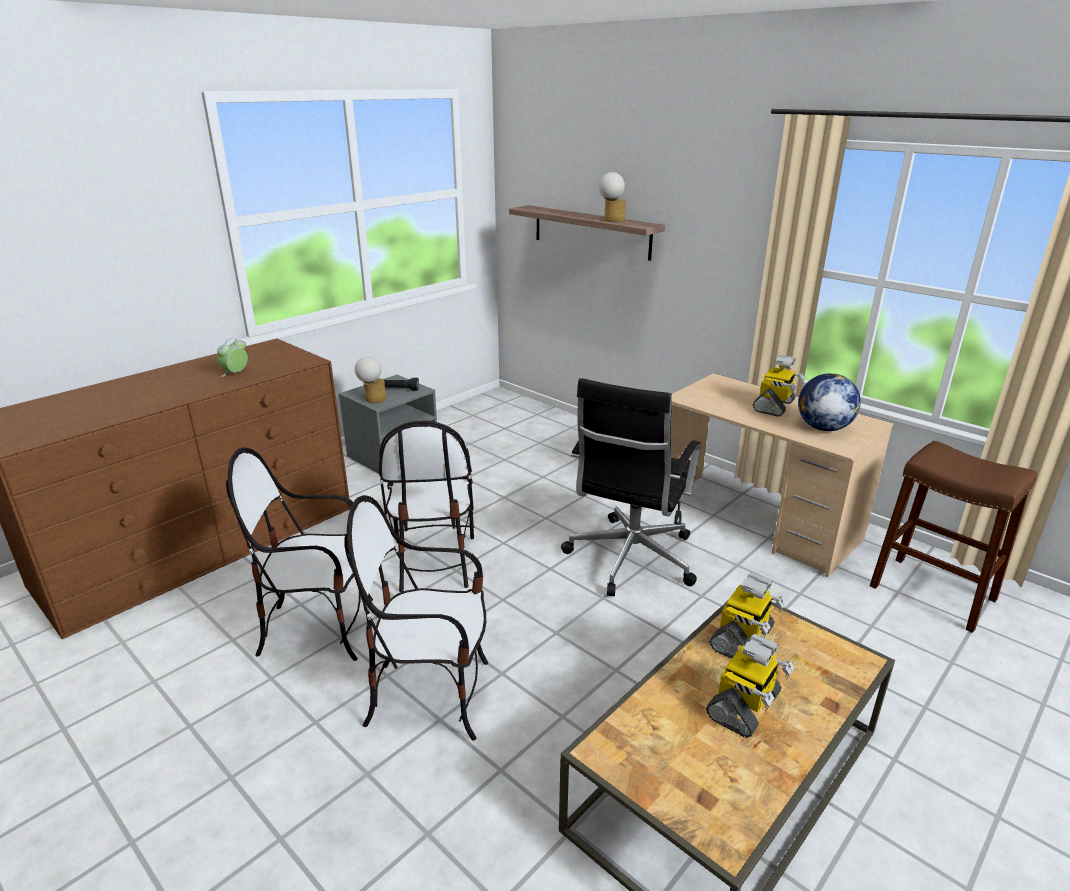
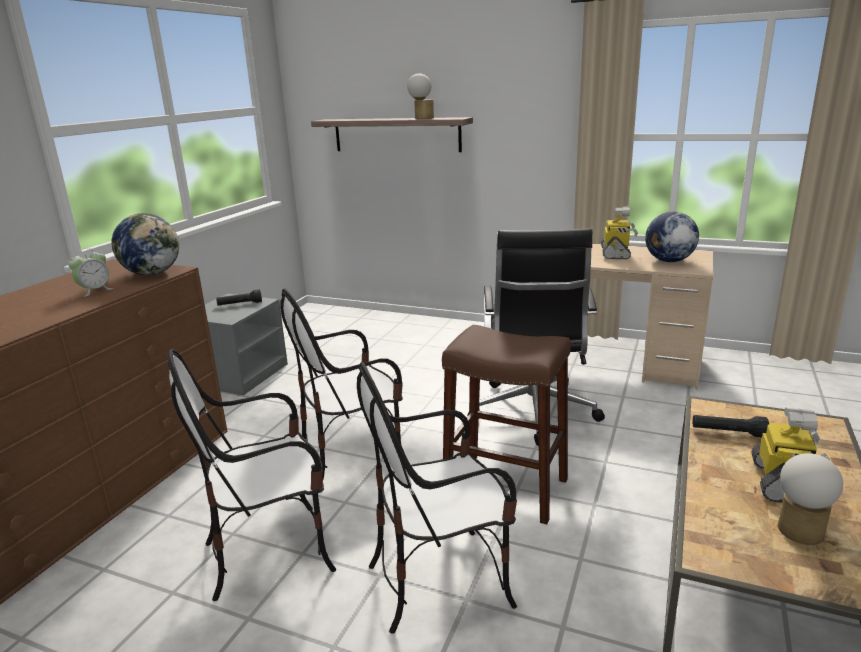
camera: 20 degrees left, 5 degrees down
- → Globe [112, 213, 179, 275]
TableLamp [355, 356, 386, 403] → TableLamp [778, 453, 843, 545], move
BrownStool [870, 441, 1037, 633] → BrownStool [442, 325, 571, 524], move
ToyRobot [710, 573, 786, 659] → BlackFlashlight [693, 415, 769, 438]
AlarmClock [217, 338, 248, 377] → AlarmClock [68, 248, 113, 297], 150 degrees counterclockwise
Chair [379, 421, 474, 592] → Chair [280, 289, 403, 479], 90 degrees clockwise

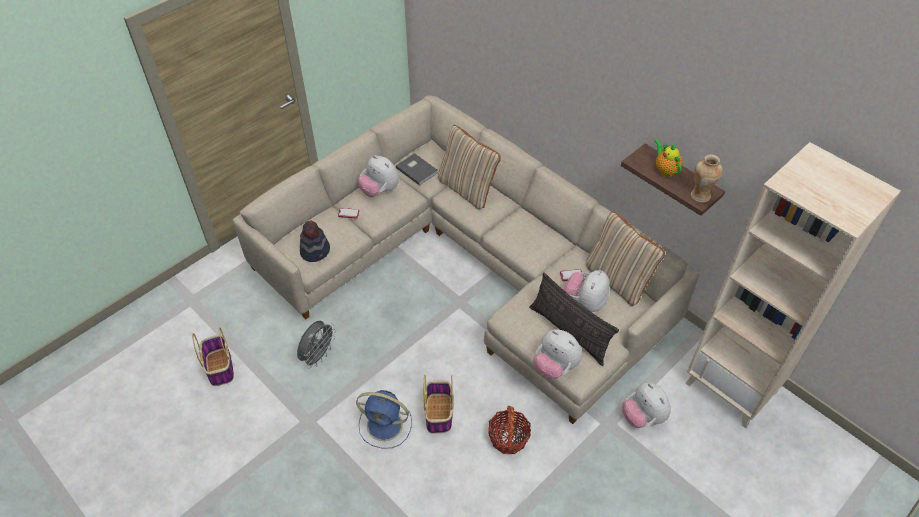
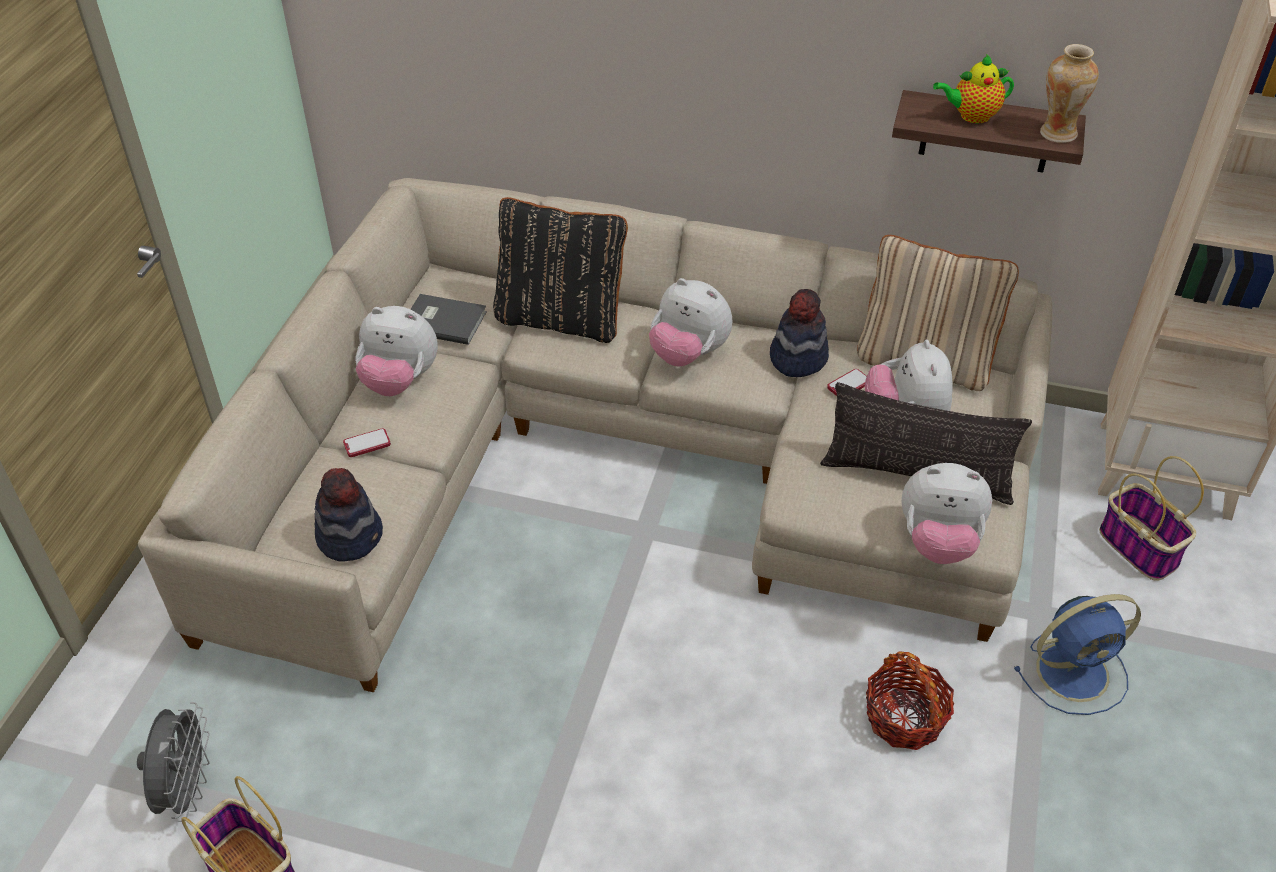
camera: 30 degrees left, 5 degrees down
- → Hat [770, 289, 829, 377]
GreyFan [297, 321, 336, 369] → GreyFan [137, 702, 210, 822], move
BlueFan [356, 390, 412, 449] → BlueFan [1014, 594, 1141, 715], move
Basket [424, 375, 453, 434] → Basket [1099, 456, 1204, 581], move
PlushToy [622, 382, 671, 428] → PlushToy [649, 278, 732, 366], move
BeigePillow [438, 125, 501, 209] → BlackPillow [493, 197, 628, 343]
Teapot [654, 139, 682, 177] → Teapot [933, 54, 1014, 123], 45 degrees counterclockwise

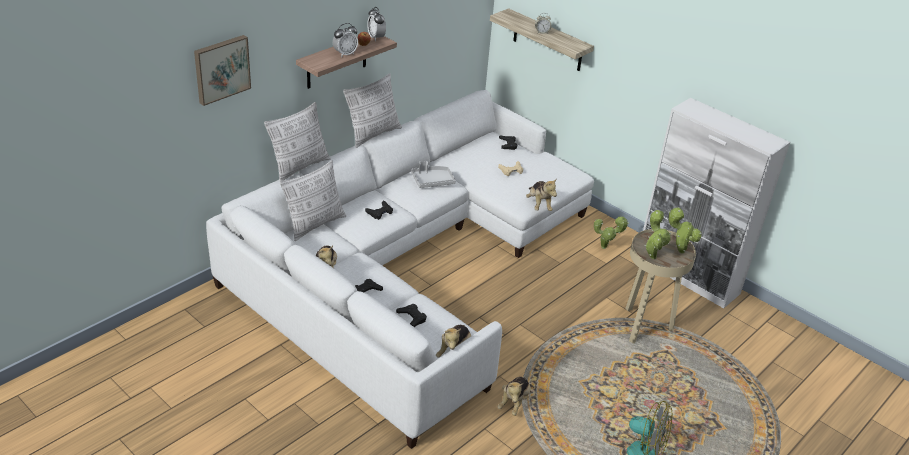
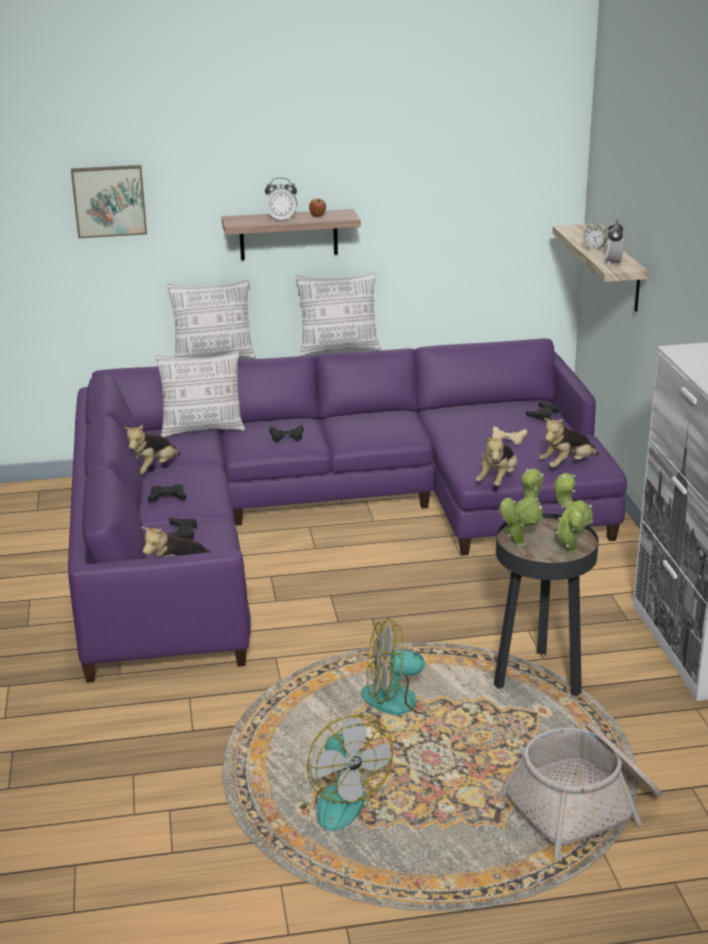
camera: 40 degrees right, 10 degrees down
GreyTray [411, 161, 456, 188] → -
PottedPlant [594, 216, 629, 249] → -
- → Fan [361, 618, 445, 715]
- → Basket [497, 722, 662, 859]
AlarmClock [367, 7, 386, 41] → AlarmClock [605, 219, 625, 266], move
PlushToy [498, 377, 531, 416] → PlushToy [539, 418, 599, 468], move
WhiteSofa [206, 90, 594, 449] → PurpleSofa [68, 338, 627, 683]
BeigeSideTable [625, 229, 696, 343] → BlackSideTable [494, 513, 599, 696]

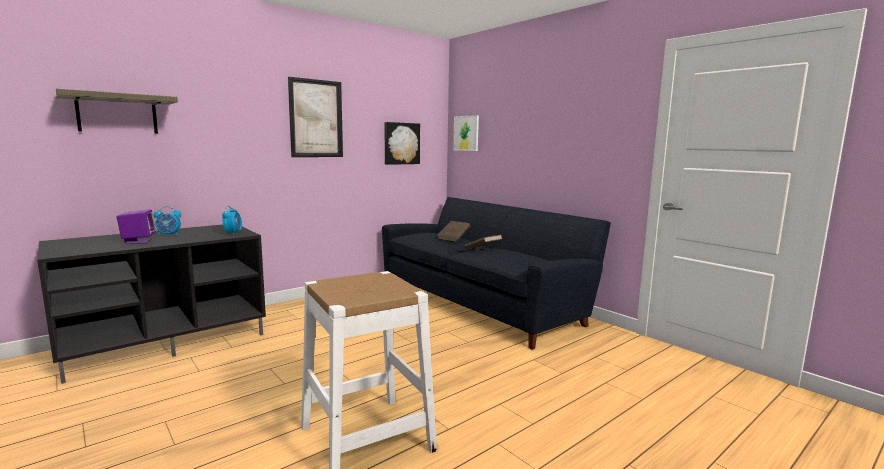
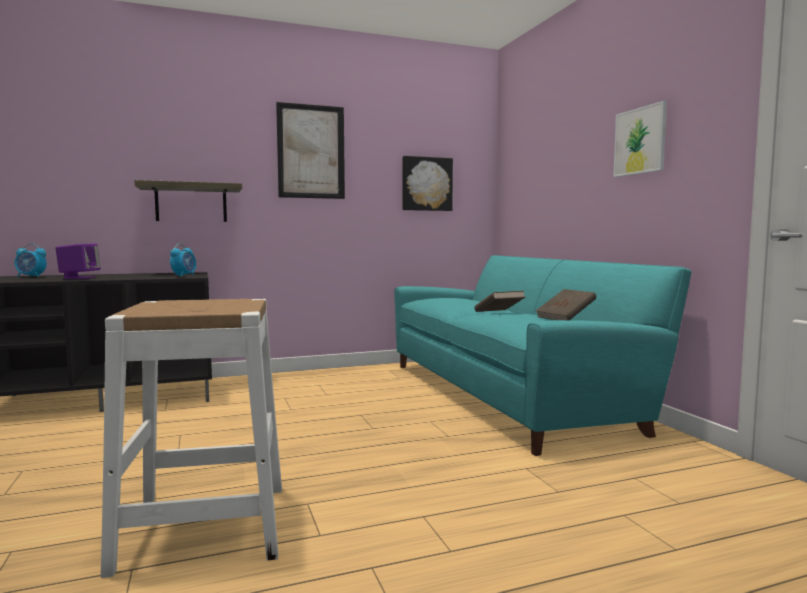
camera: 20 degrees right, 5 degrees down
Shelf [55, 89, 178, 133] → Shelf [134, 180, 242, 222], move
AlarmClock [154, 206, 181, 236] → AlarmClock [15, 243, 47, 277], move
BrownBook [438, 221, 470, 242] → BrownBook [536, 289, 596, 320], move
Picture [453, 115, 479, 151] → Picture [613, 101, 667, 177], move
BlackSofa [382, 197, 611, 350] → TurquoiseSofa [394, 255, 692, 456]

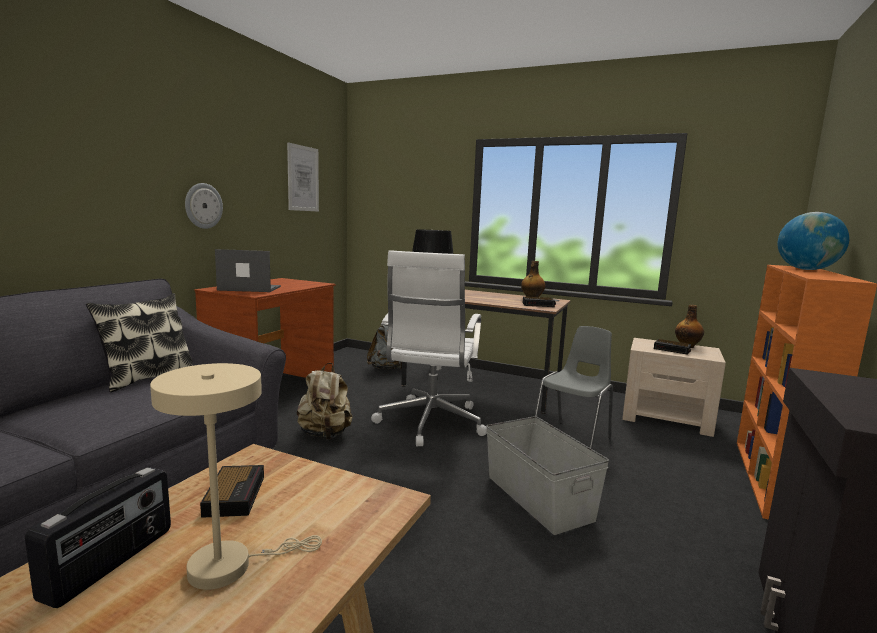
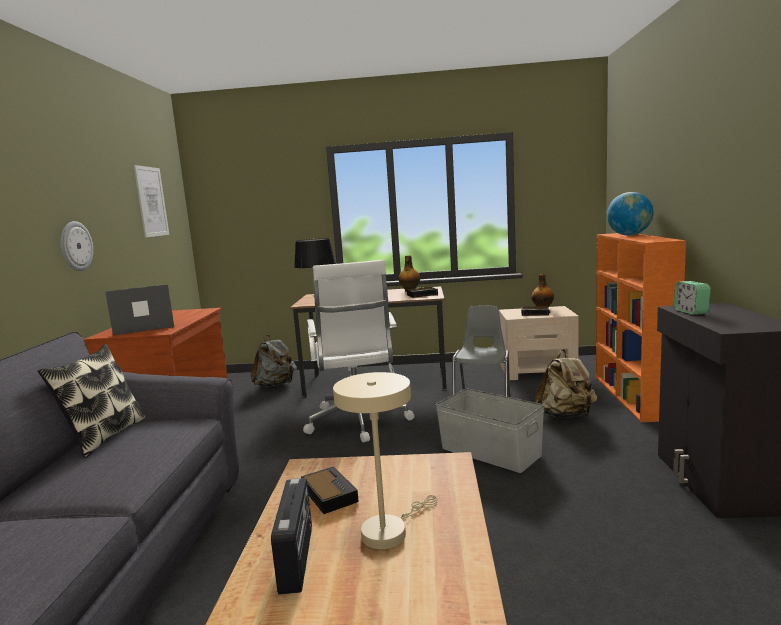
camera: 20 degrees left, 0 degrees up
- → AlarmClock [674, 281, 711, 315]
BeigeBackpack [297, 363, 353, 440] → BeigeBackpack [535, 350, 597, 418], move

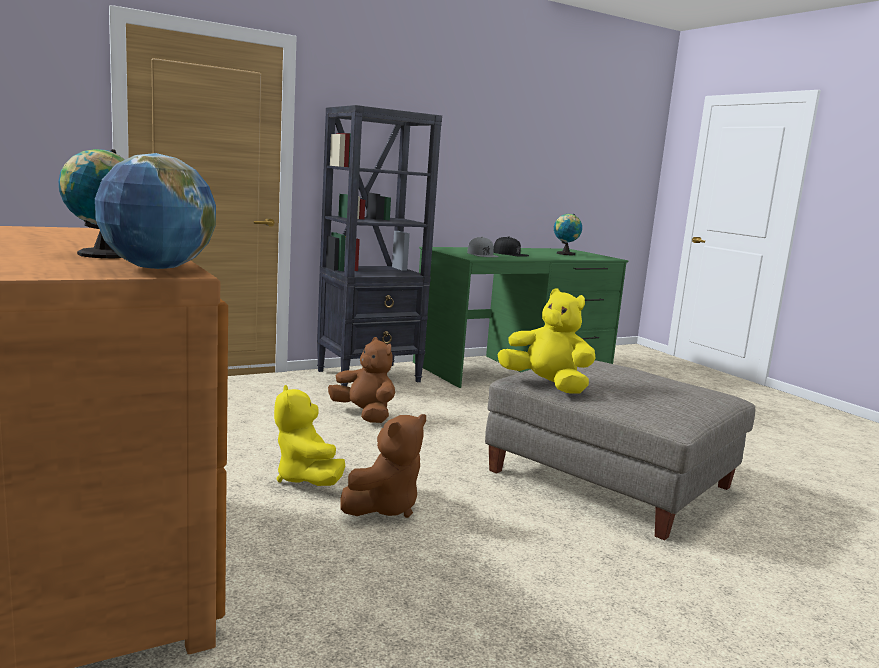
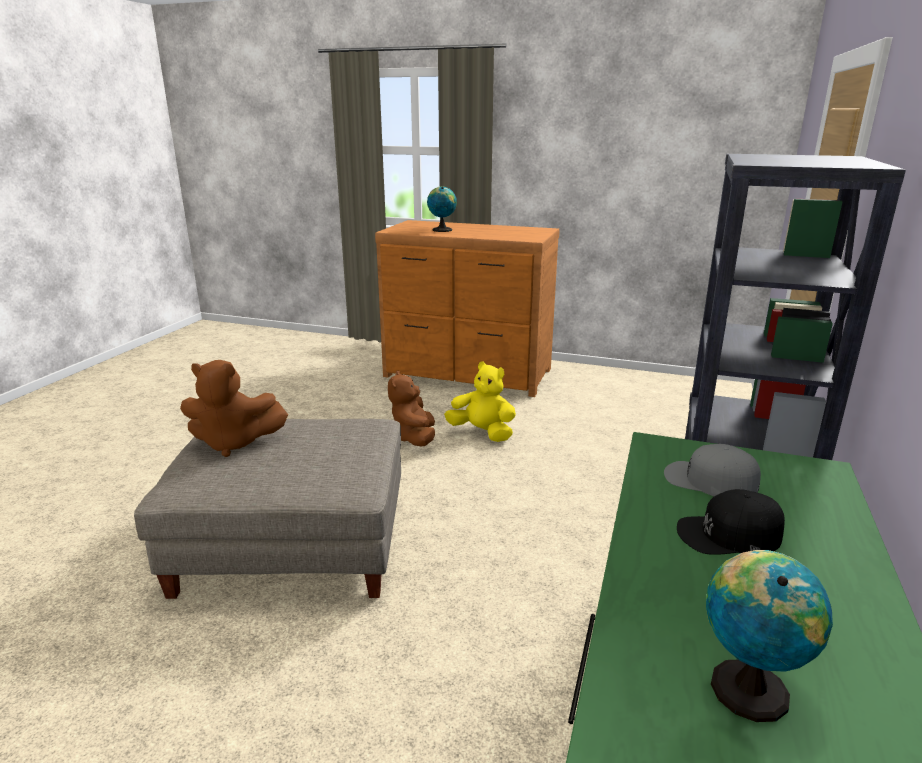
camera: 140 degrees right, 10 degrees up
Globe [95, 153, 216, 269] → -
YellowPlushToy [497, 289, 595, 394] → -
BrownPlushToy [328, 337, 395, 423] → BrownPlushToy [180, 360, 288, 457], move

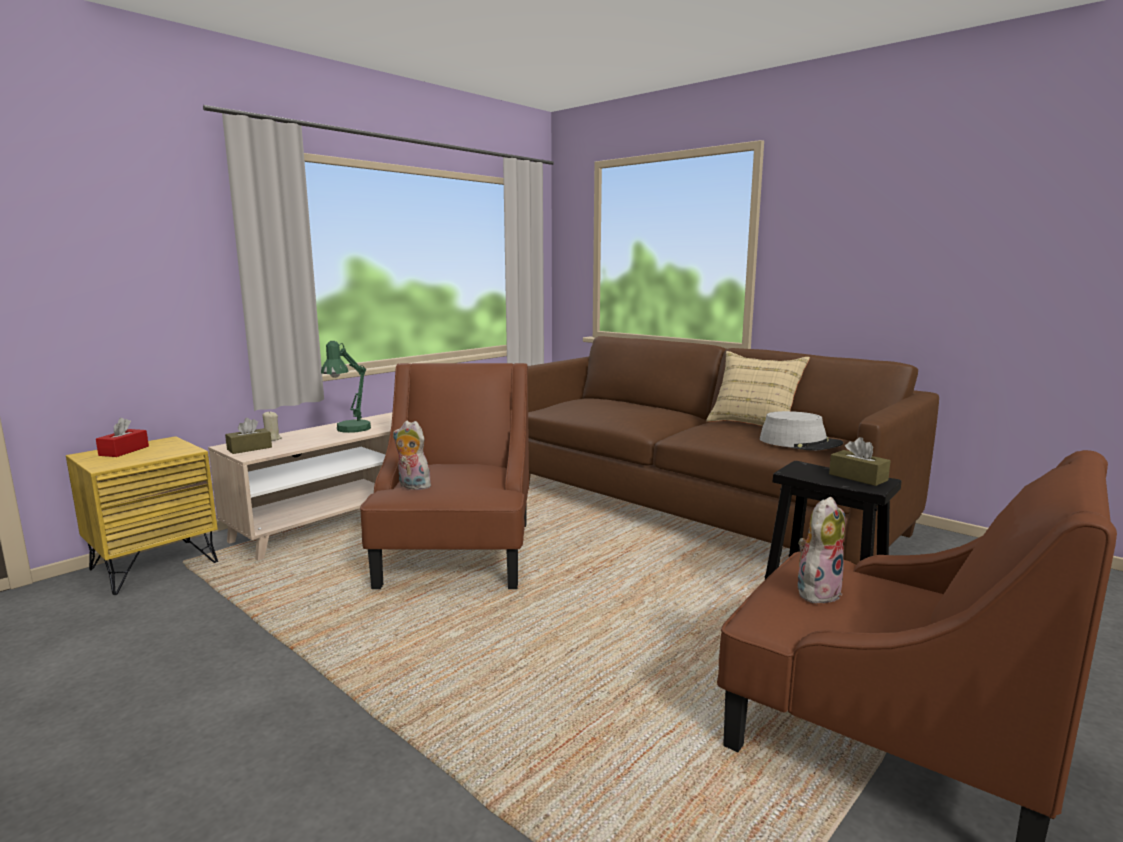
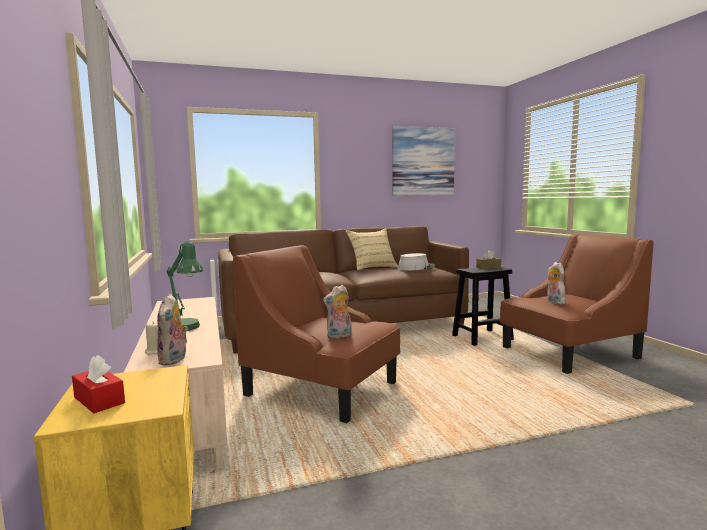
camera: 60 degrees left, 5 degrees down
- → Picture [392, 126, 455, 196]
BrownTissueBox [225, 418, 272, 454] → PlushToy [157, 294, 188, 366]

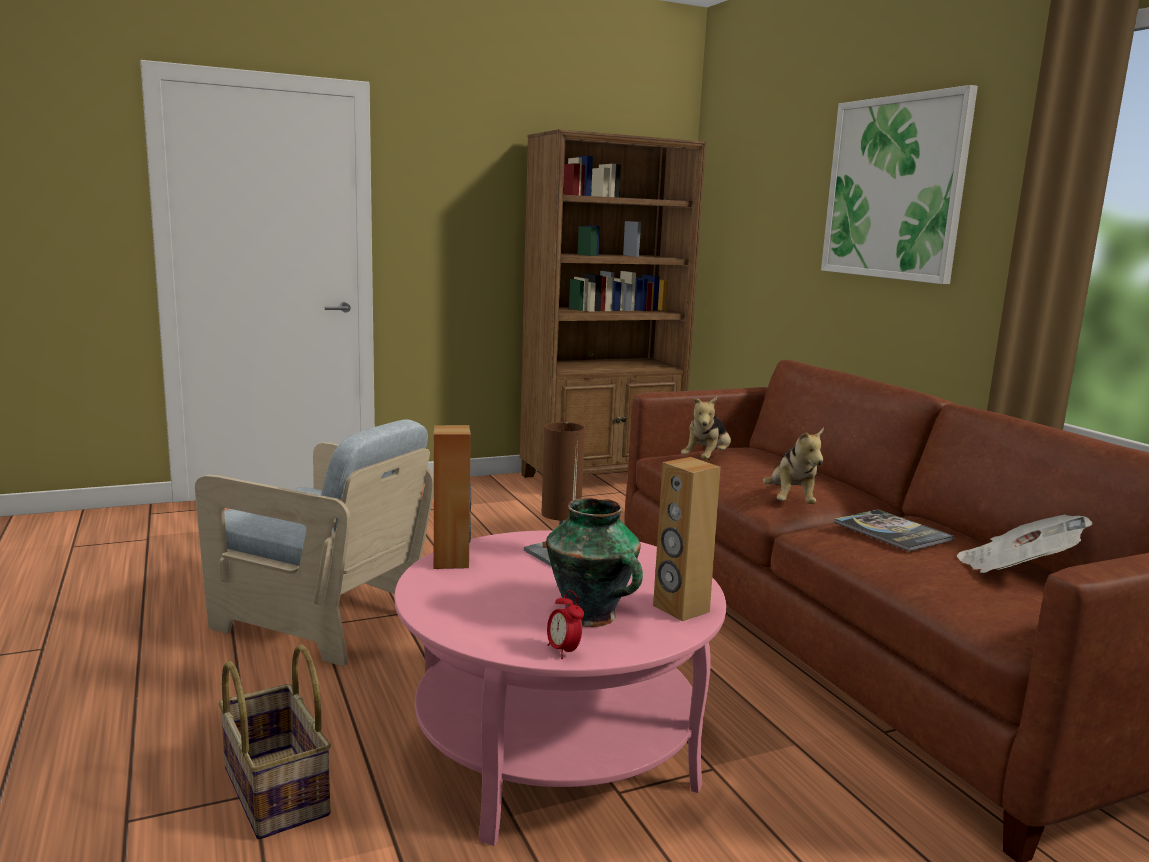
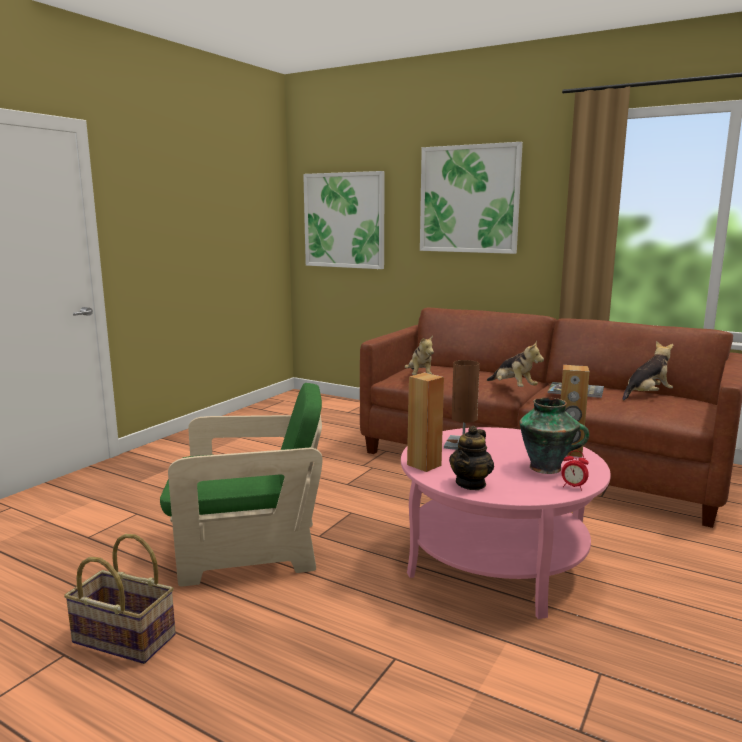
camera: 35 degrees left, 0 degrees up
BrownBookcase [520, 129, 706, 479] → -
- → Picture [303, 171, 385, 269]
- → Teapot [449, 426, 494, 490]
Basket [218, 644, 331, 840] → Basket [64, 534, 176, 664], move
Newspaper [957, 514, 1093, 573] → PlushToy [623, 341, 673, 400]
BeigeArmchair [195, 419, 434, 666] → GreenArmchair [160, 383, 323, 587]

